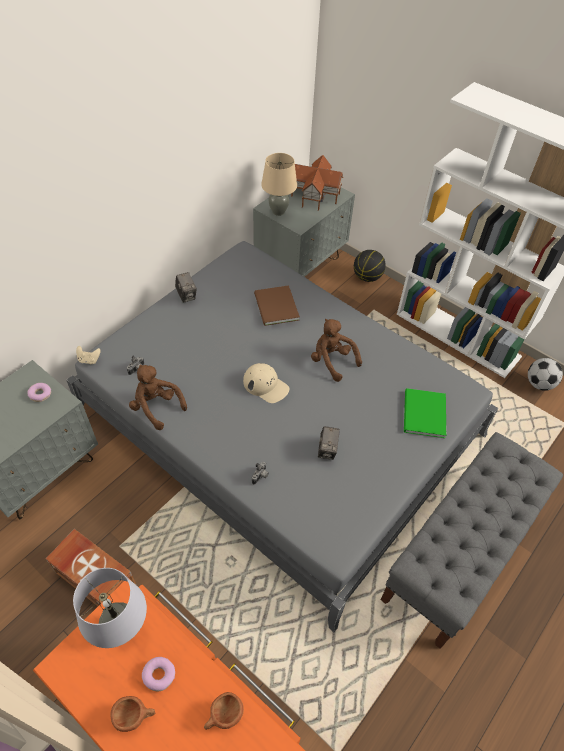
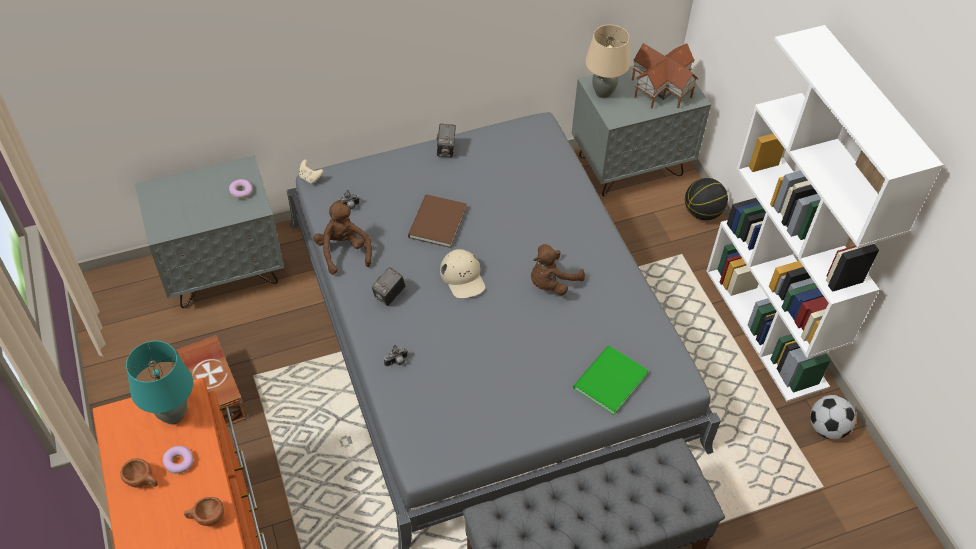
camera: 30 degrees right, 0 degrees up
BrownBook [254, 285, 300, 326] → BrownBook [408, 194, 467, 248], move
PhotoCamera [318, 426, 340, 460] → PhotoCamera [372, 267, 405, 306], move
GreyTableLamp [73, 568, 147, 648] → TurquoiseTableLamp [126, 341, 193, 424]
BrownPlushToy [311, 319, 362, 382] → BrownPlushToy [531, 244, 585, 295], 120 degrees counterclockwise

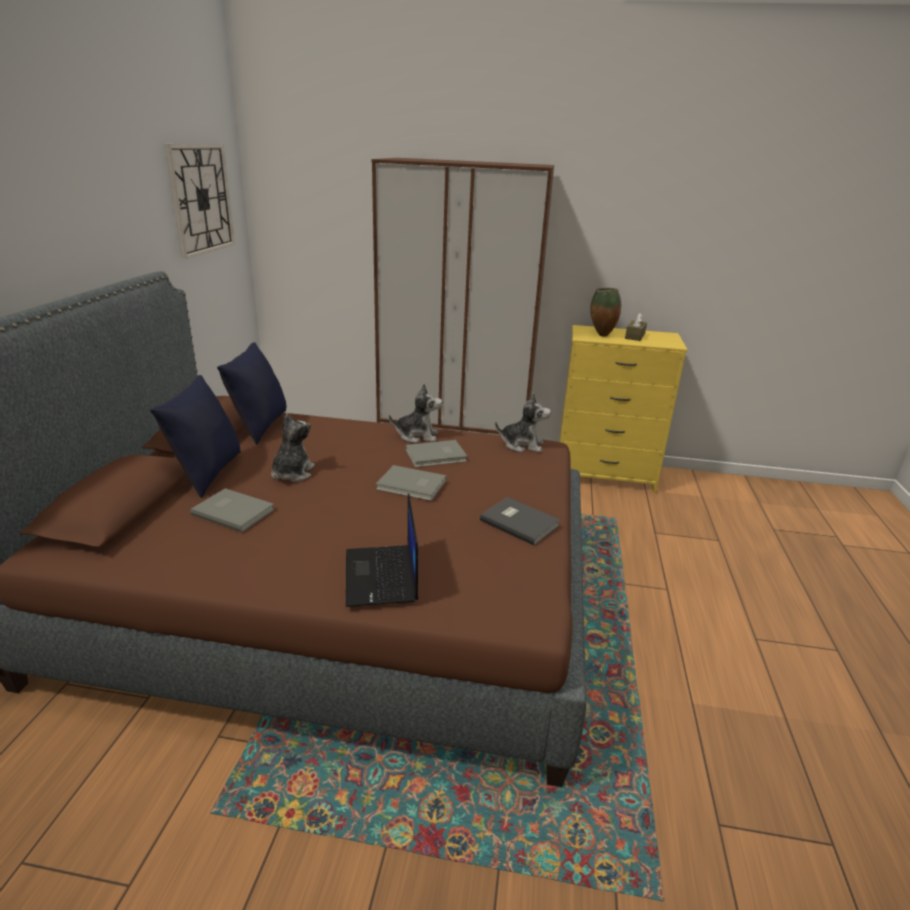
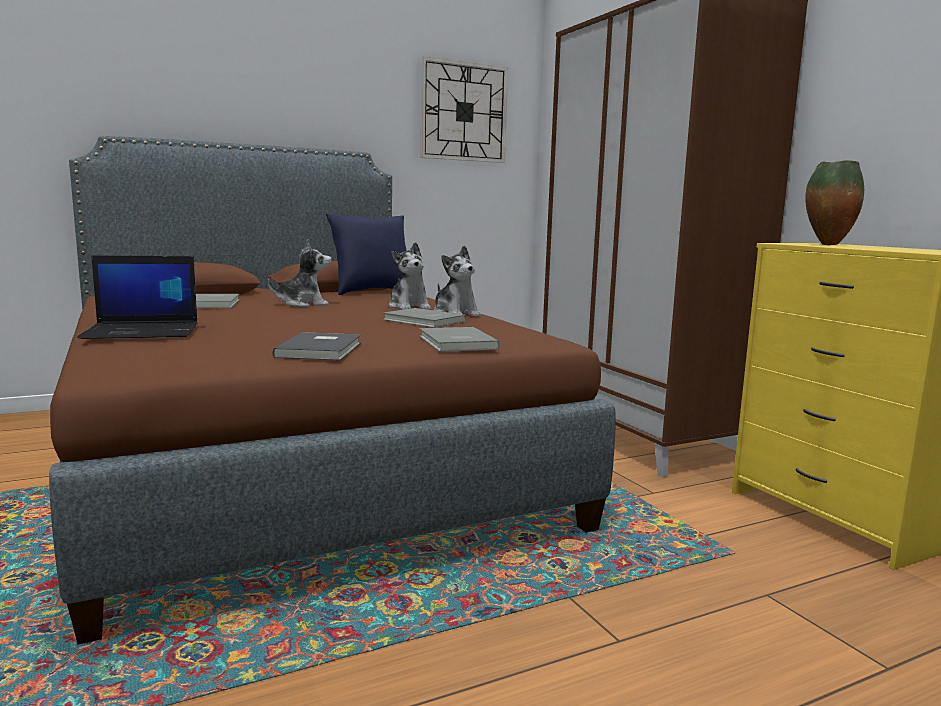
camera: 55 degrees right, 15 degrees down
BluePillow [150, 375, 241, 498] → -
BrownTissueBox [625, 313, 647, 341] → -
GreyBook [376, 465, 447, 501] → GreyBook [420, 327, 500, 352], move
PlushToy [495, 392, 551, 453] → PlushToy [389, 242, 431, 310], move
Laptop [346, 493, 418, 607] → Laptop [77, 255, 198, 339], 150 degrees counterclockwise

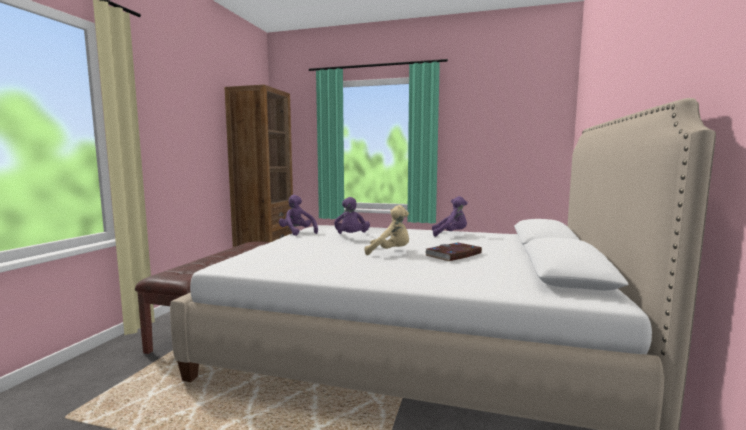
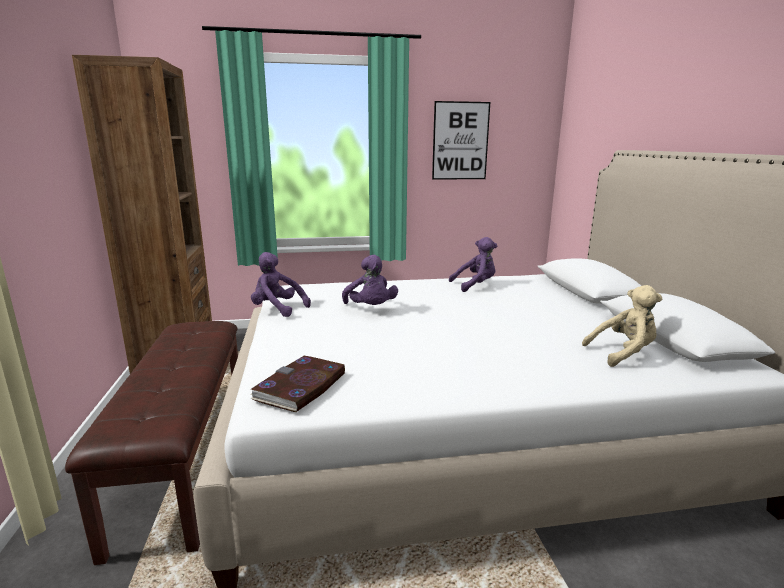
camera: 25 degrees left, 10 degrees up
- → Picture [432, 101, 490, 180]
BeigePlushToy [365, 205, 409, 255] → BeigePlushToy [582, 285, 662, 367], move
Book [426, 243, 482, 261] → Book [250, 356, 345, 412], move

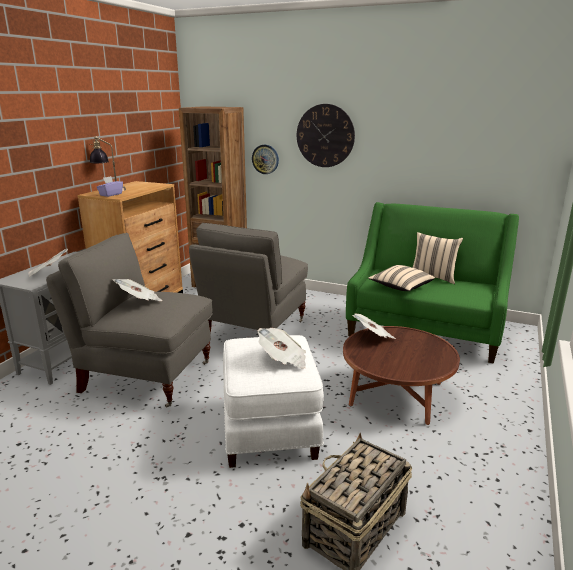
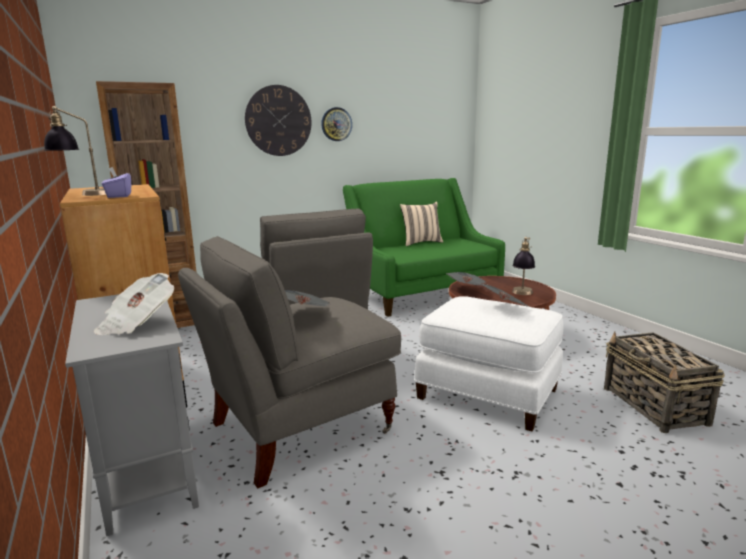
camera: 50 degrees left, 5 degrees down
BeigePillow [368, 265, 435, 291] → -
- → TableLamp [512, 237, 535, 295]
WallClock [252, 145, 279, 174] → WallClock [321, 107, 352, 141], move

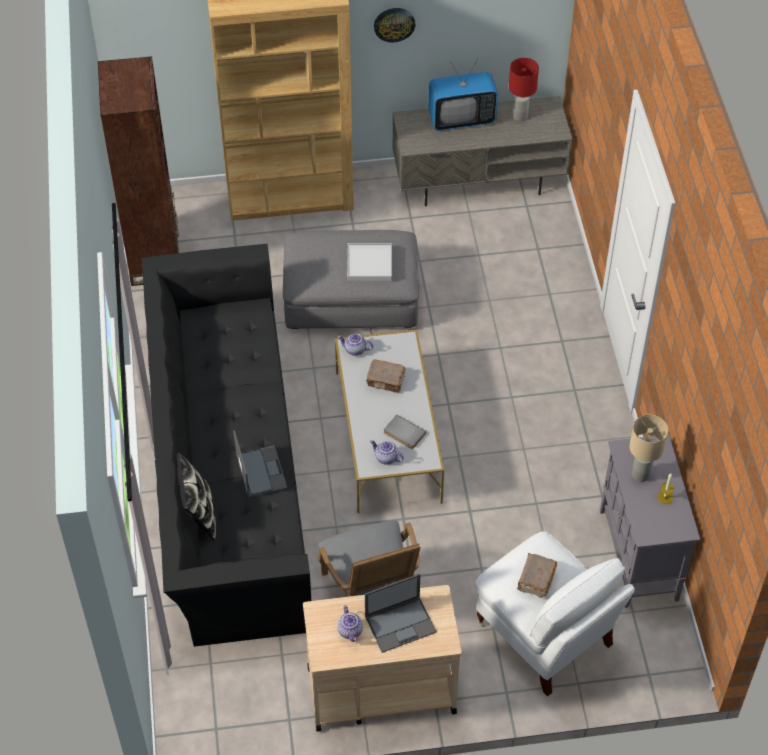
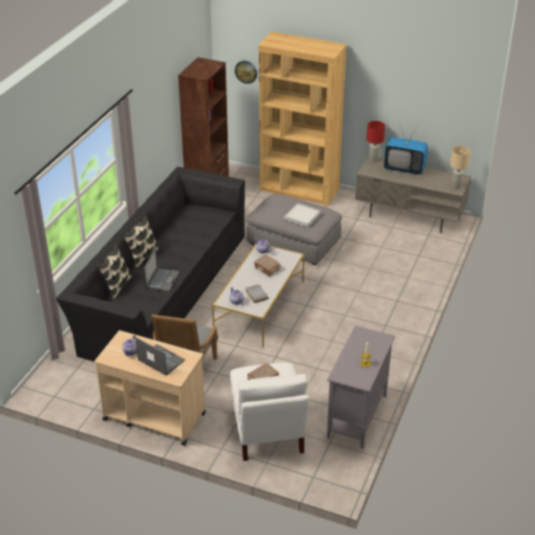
camera: 30 degrees right, 15 degrees down
- → Pillow [121, 215, 159, 269]
WallClock [374, 8, 415, 43] → WallClock [235, 61, 257, 84], move
RedTableLamp [509, 58, 539, 121] → RedTableLamp [367, 121, 385, 162], move
BeigeTableLamp [629, 415, 668, 482] → BeigeTableLamp [450, 146, 471, 189], move
Laptop [365, 574, 437, 653] → Laptop [135, 337, 185, 376], 150 degrees counterclockwise

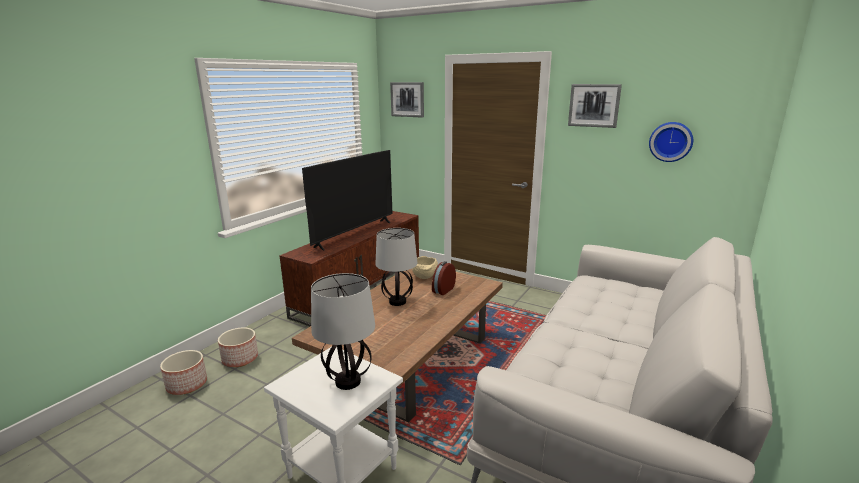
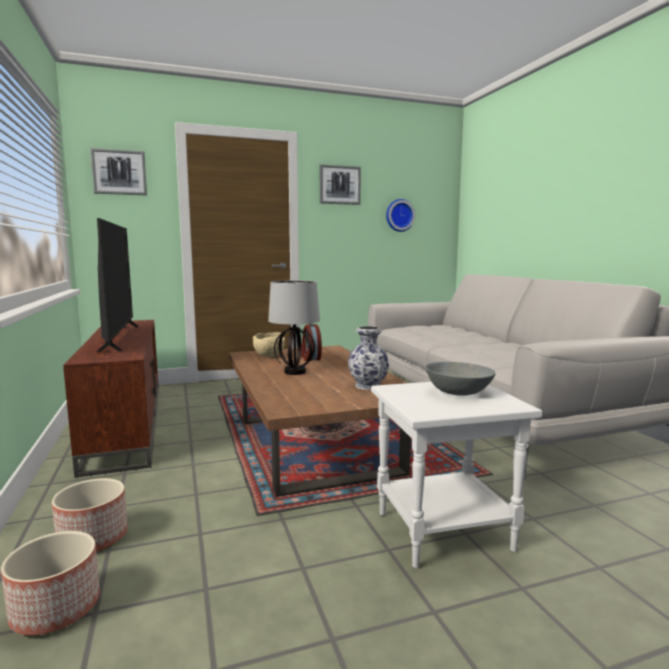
camera: 50 degrees left, 10 degrees down
- → Vase [348, 326, 389, 390]
TableLamp [311, 273, 375, 390] → GreyBowl [425, 362, 496, 396]

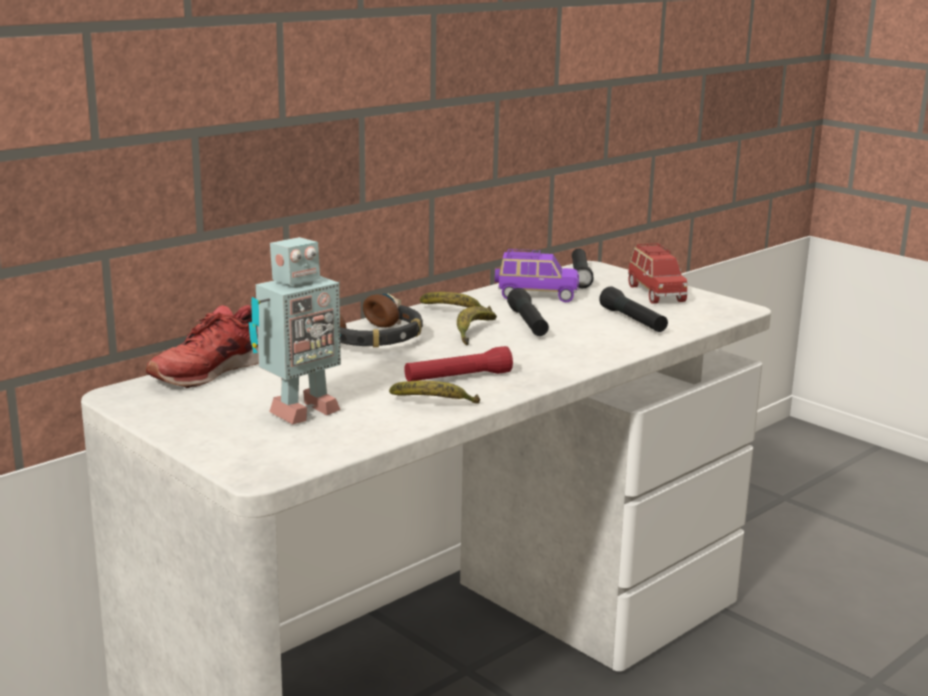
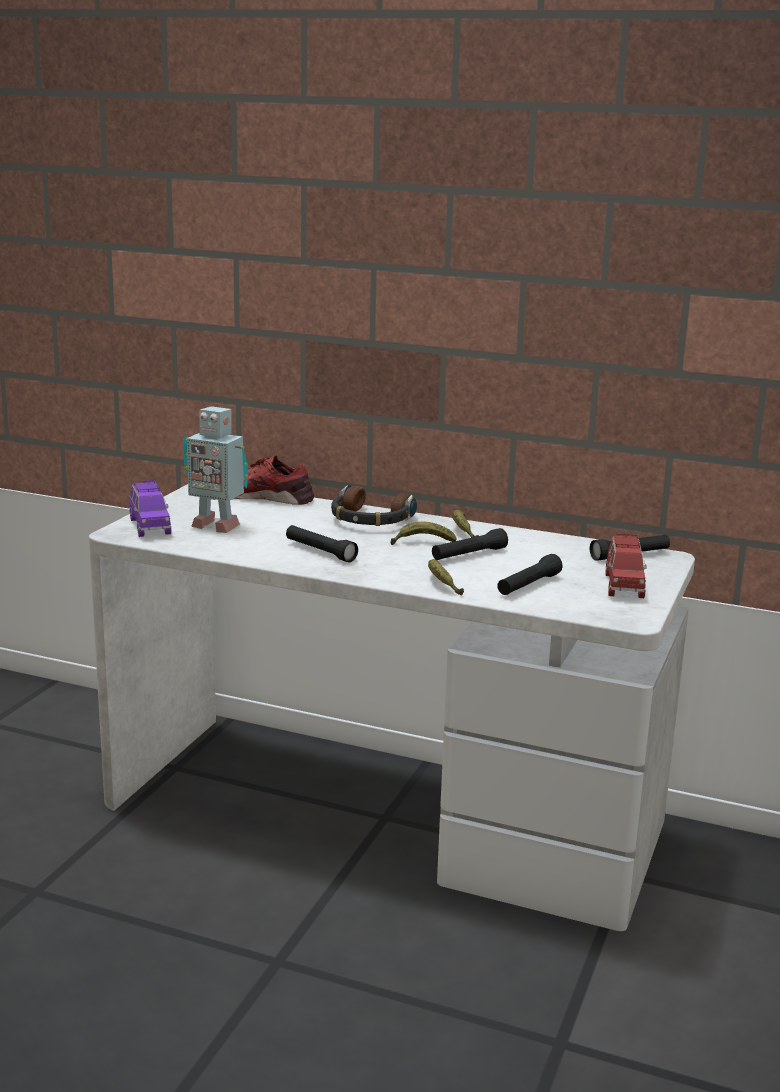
camera: 65 degrees right, 0 degrees up
Banana [389, 380, 480, 404] → Banana [428, 559, 464, 596], move
PurpleToyCar [495, 249, 579, 302] → PurpleToyCar [130, 480, 171, 537], move
RedFlashlight [404, 346, 513, 381] → BlackFlashlight [286, 525, 358, 562]
RedToyCar [628, 243, 688, 304] → RedToyCar [606, 533, 647, 598], 45 degrees counterclockwise

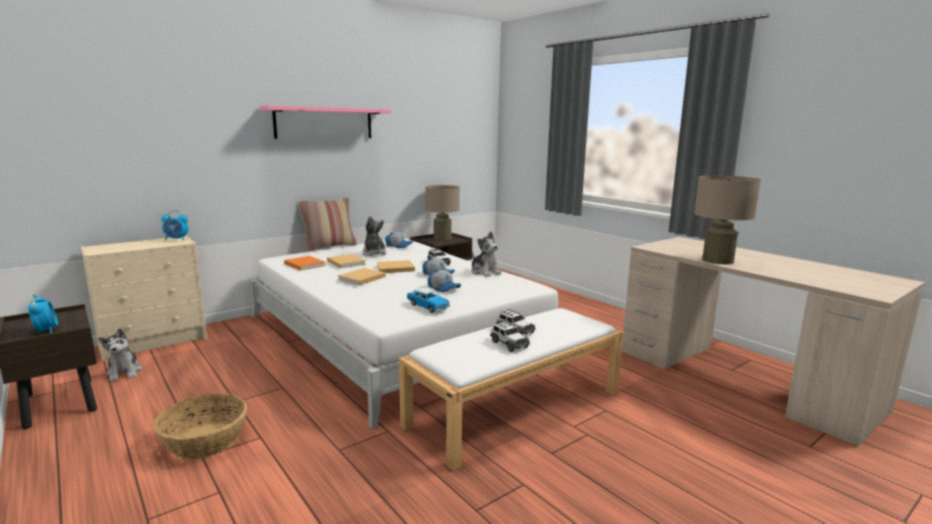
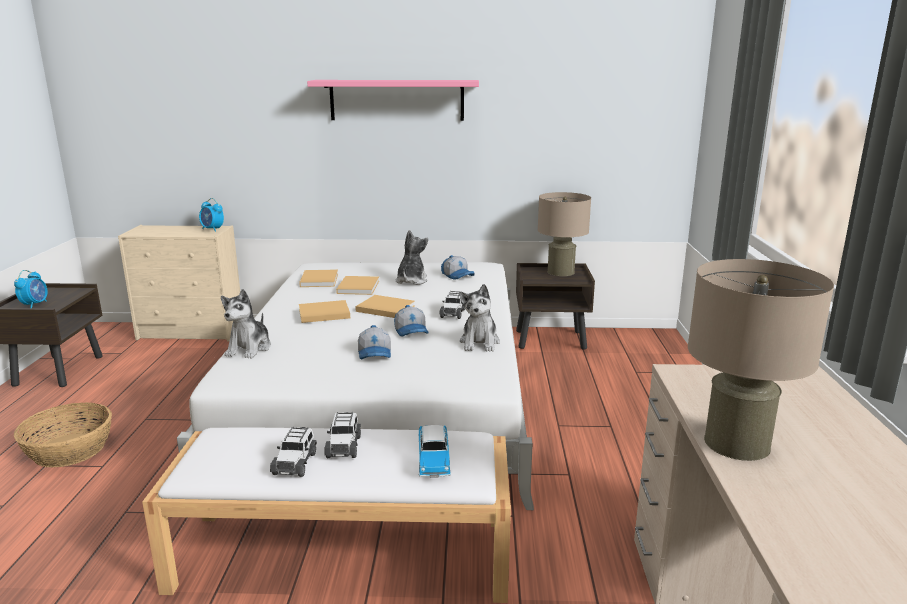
camera: 40 degrees right, 5 degrees up
Pillow [298, 198, 357, 251] → -
PlushToy [98, 328, 142, 382] → PlushToy [221, 289, 271, 359], move
ToyCar [407, 288, 450, 313] → ToyCar [419, 425, 451, 478], move
OrangeBook [284, 256, 326, 271] → BeigeBook [299, 269, 338, 287]

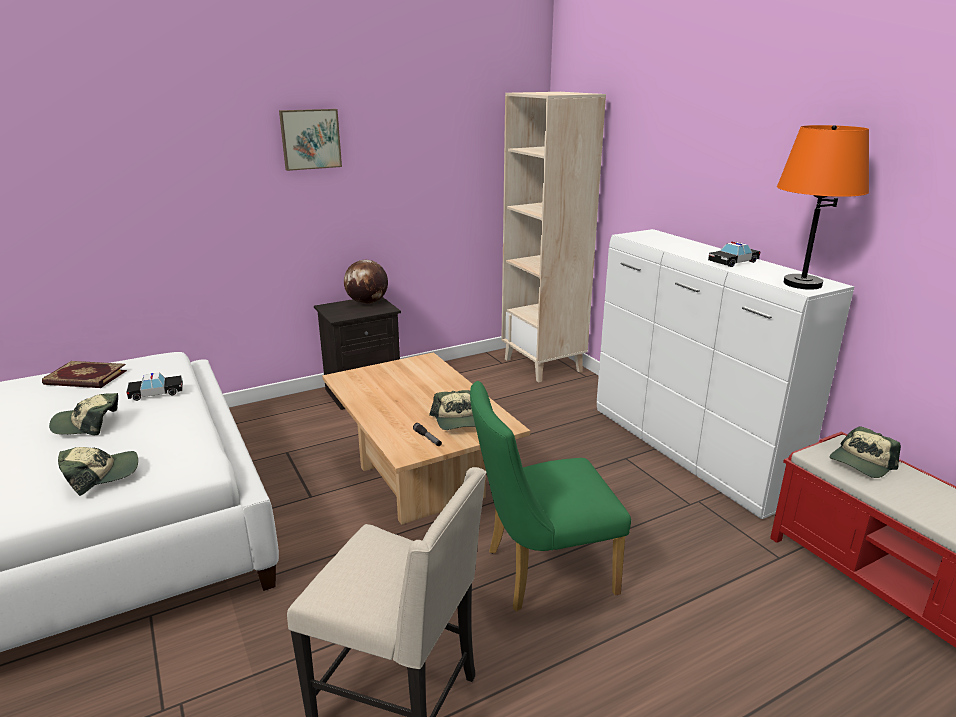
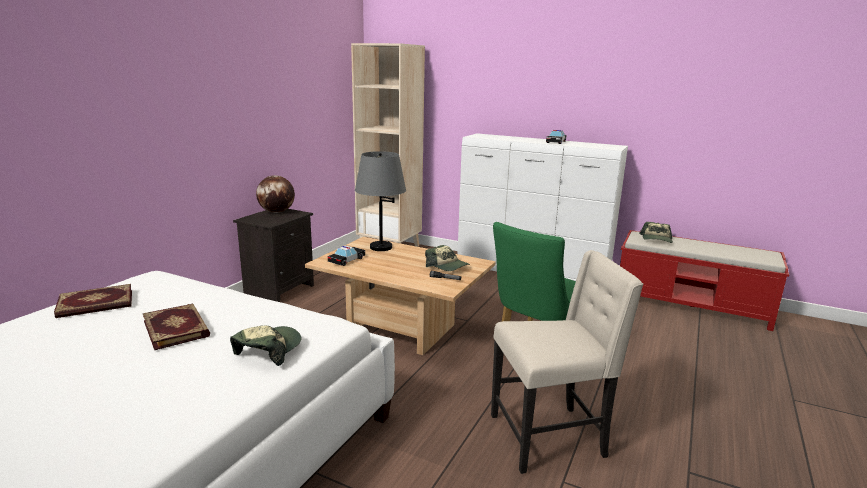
camera: 35 degrees left, 5 degrees down
Picture [279, 109, 342, 171] → -
OrangeTableLamp [777, 125, 869, 290] → -
- → GreyTableLamp [355, 151, 406, 251]
ToyCar [127, 373, 183, 401] → ToyCar [328, 245, 365, 266], move
Cap [49, 393, 118, 435] → Book [143, 304, 210, 350]

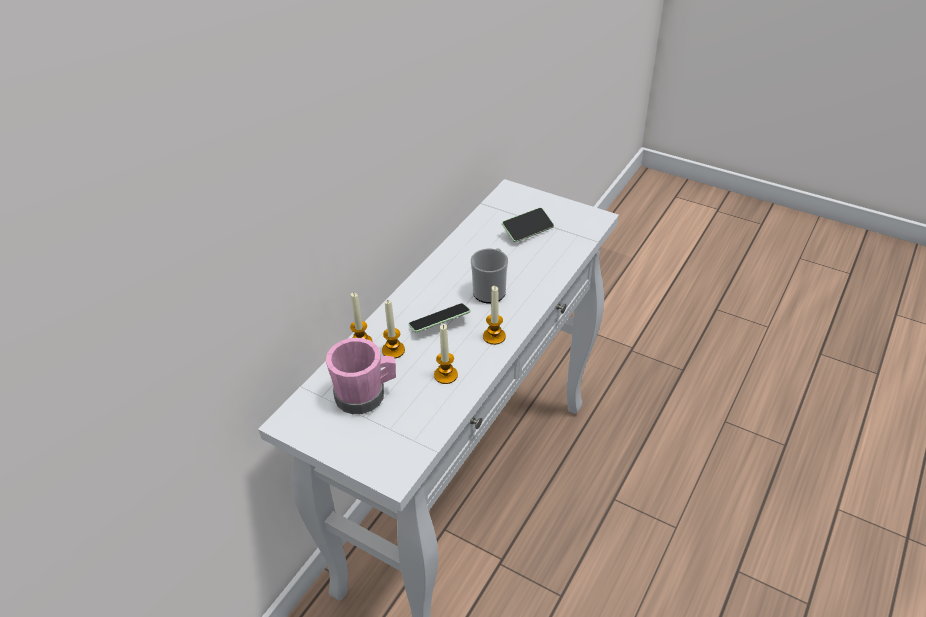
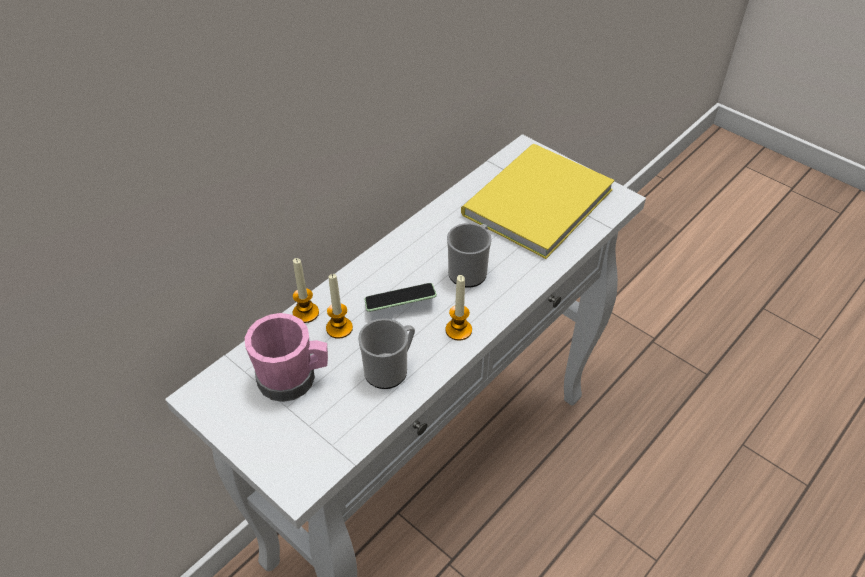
camera: 10 degrees right, 5 degrees up
Candle [434, 324, 458, 384] → Mug [358, 318, 415, 389]
Phone [502, 208, 554, 242] → YellowBook [461, 143, 615, 259]

